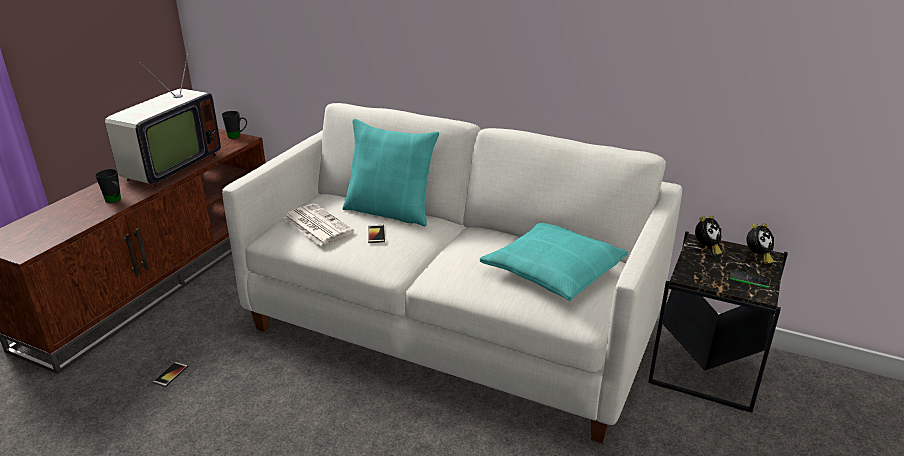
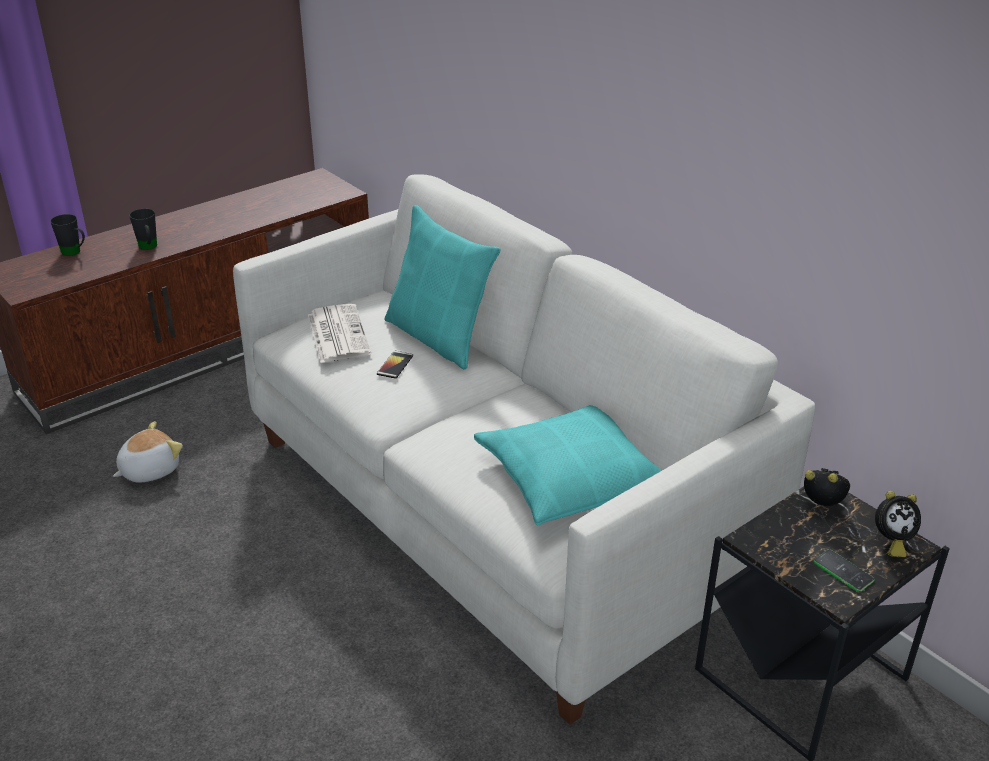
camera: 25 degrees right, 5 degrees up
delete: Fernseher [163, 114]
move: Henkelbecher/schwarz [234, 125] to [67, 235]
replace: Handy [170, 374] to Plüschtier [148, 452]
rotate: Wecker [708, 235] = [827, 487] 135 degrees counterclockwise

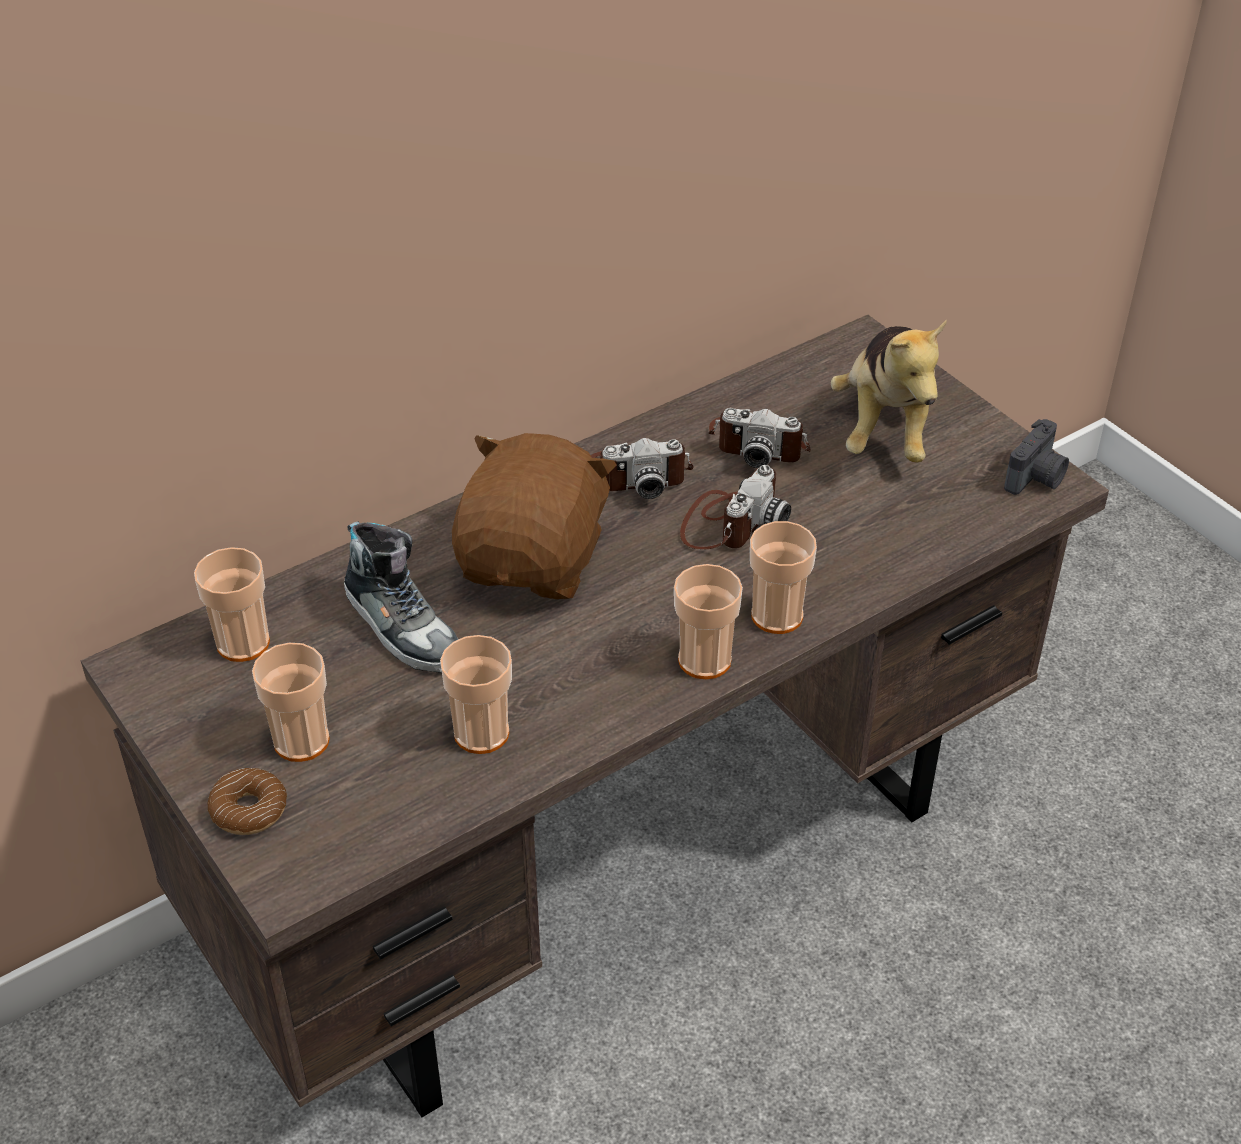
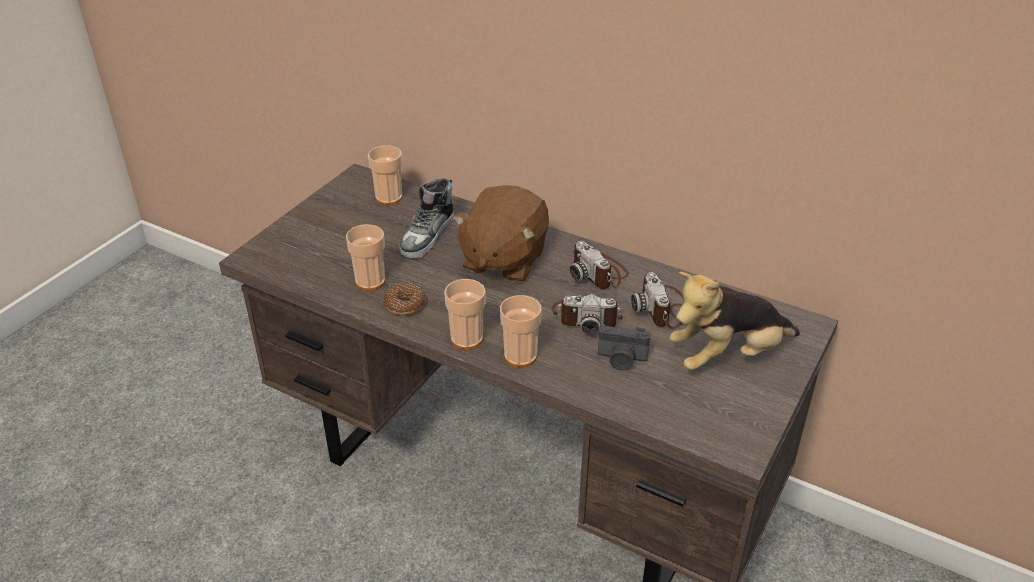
camera: 65 degrees right, 5 degrees down
delete: Tasse [291, 702]
move: Donut [247, 801] to [404, 299]; Kamera [1036, 457] to [624, 347]
rotate: Plüschtier/braun [534, 516] = [500, 234] 120 degrees clockwise

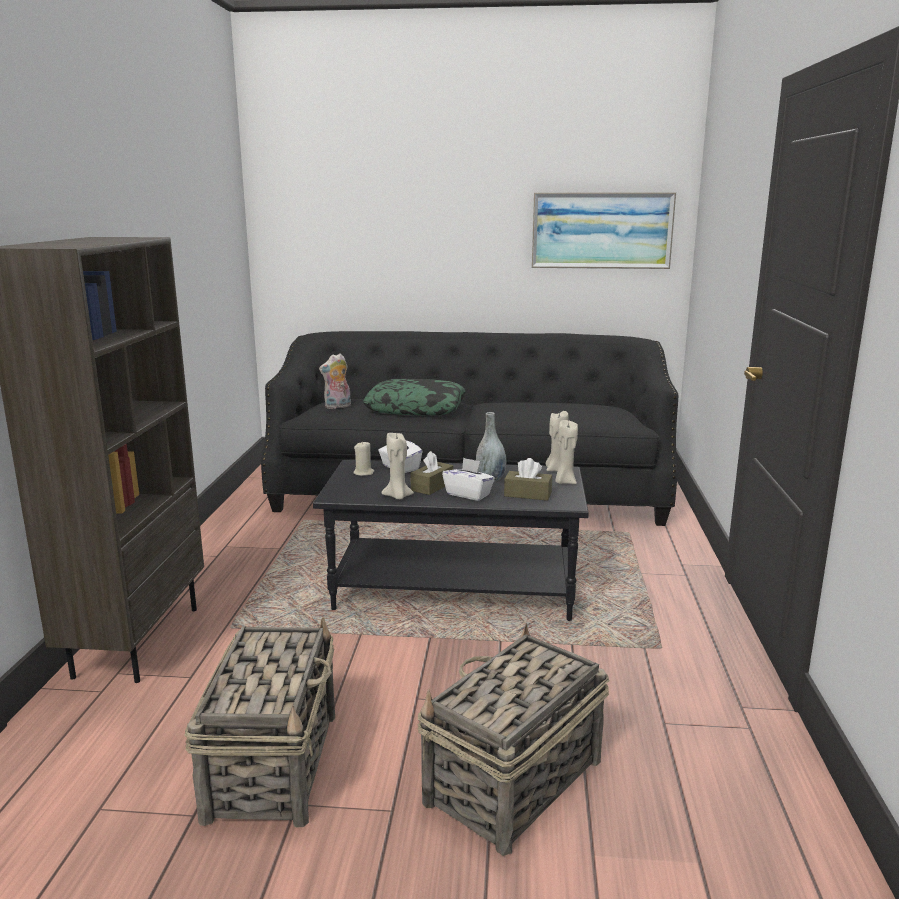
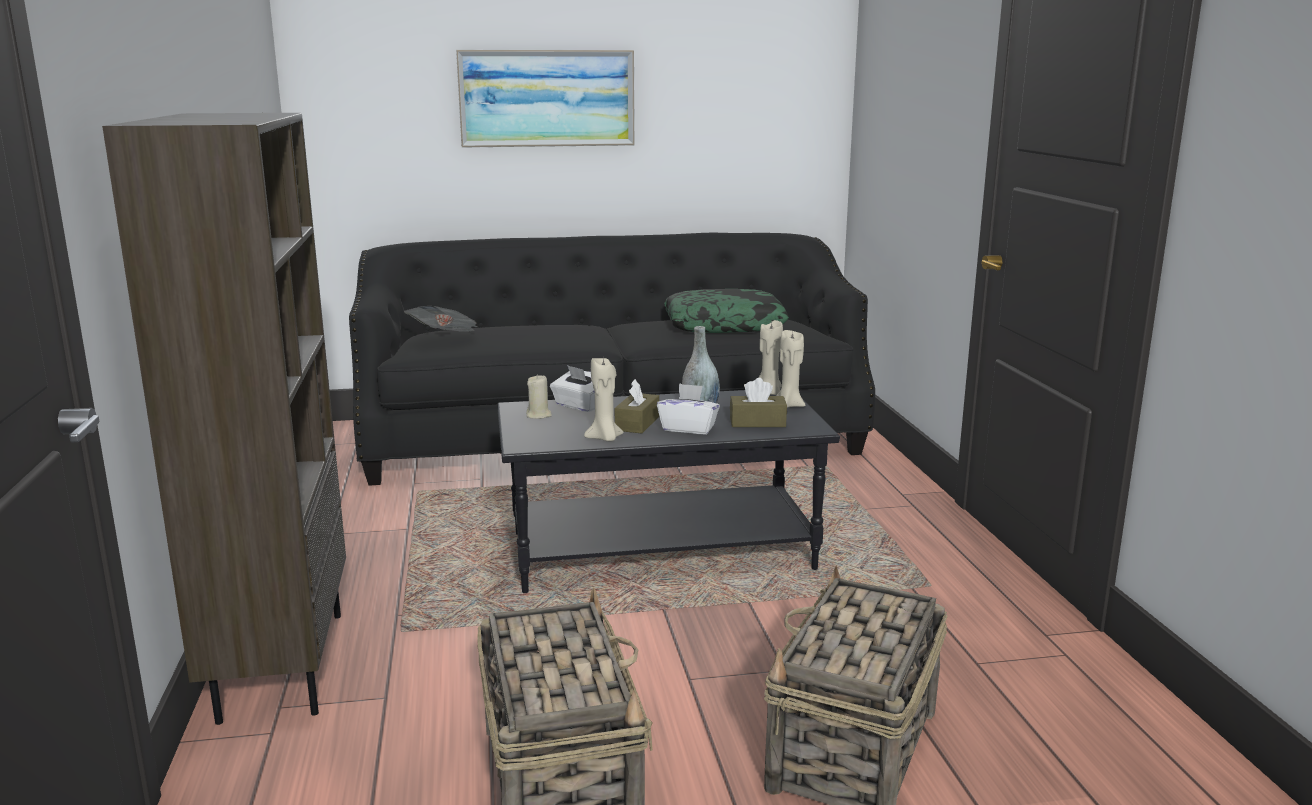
camera: 15 degrees left, 0 degrees up
move: Kissen [414, 397] to [726, 311]; Bild [604, 230] to [545, 98]
replace: Plüschtier [335, 381] to Zeitung [441, 319]

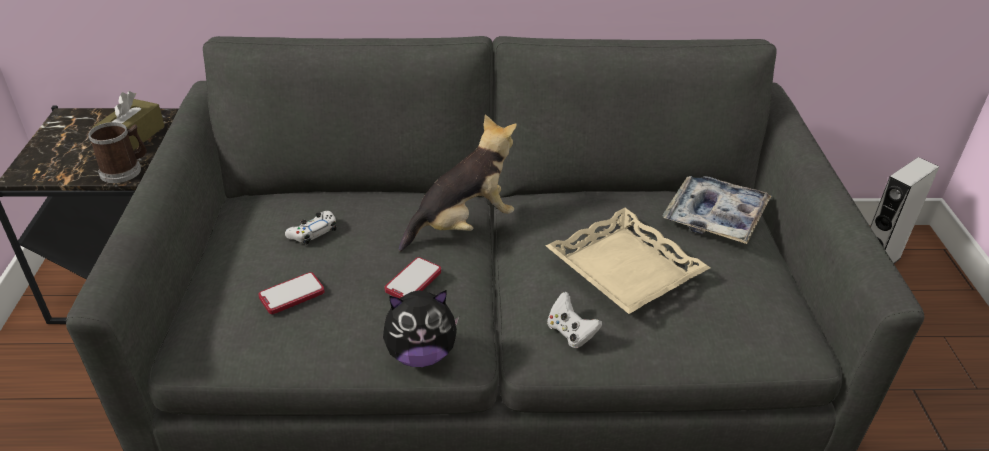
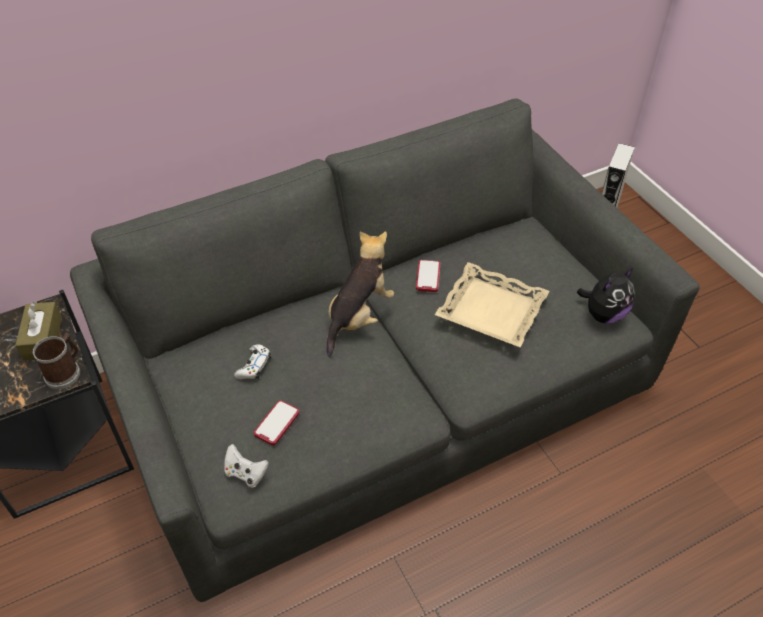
camera: 25 degrees left, 10 degrees up
delete: Tablett [716, 210]
move: Plüschtier [421, 328] to [606, 295]; Handy [413, 277] to [428, 276]; Gamepad/weiß [574, 320] to [246, 465]

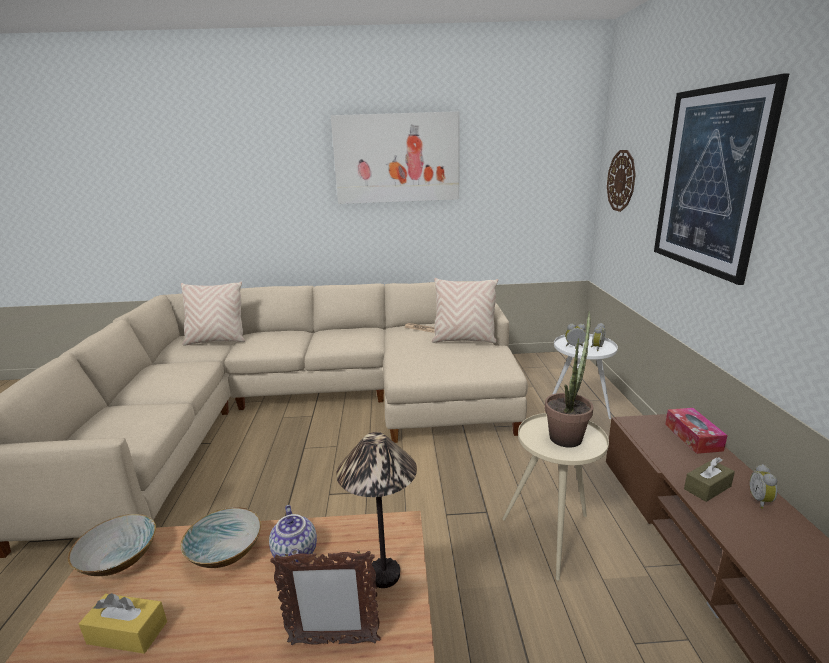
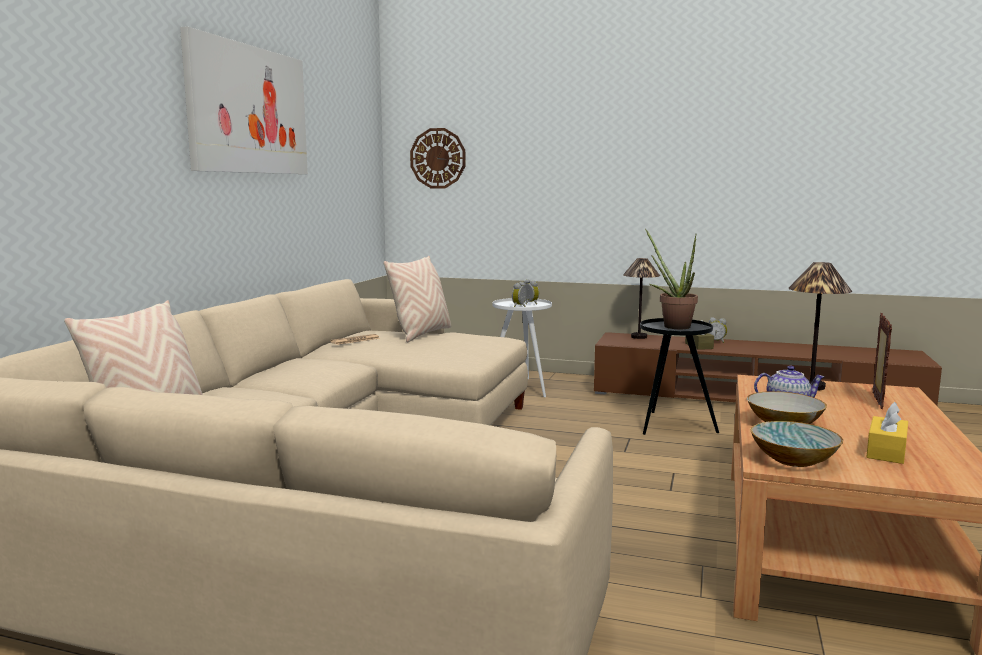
camera: 70 degrees left, 10 degrees down
delete: Bild [722, 179]
replace: Taschentuchbox [696, 431] to Tischlampe [641, 298]
recolor: Beistelltisch/beige [556, 497] to Beistelltisch/schwarz [679, 376]

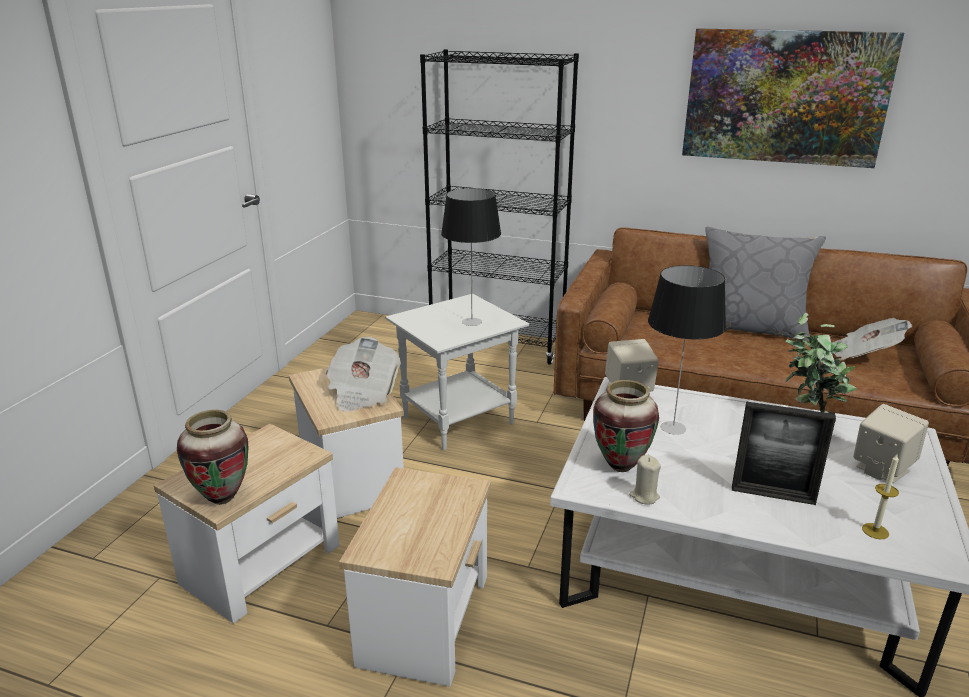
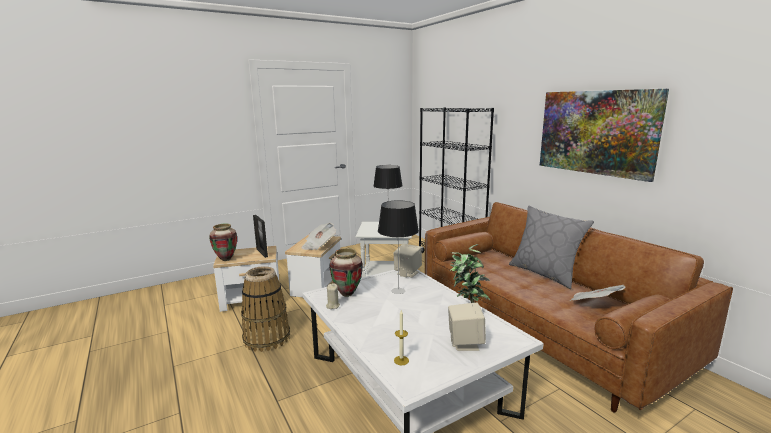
camera: 40 degrees right, 10 degrees down
move: Bilderrahmen [784, 453] to [260, 236]
replace: Beistelltisch [415, 577] to Korb [265, 309]

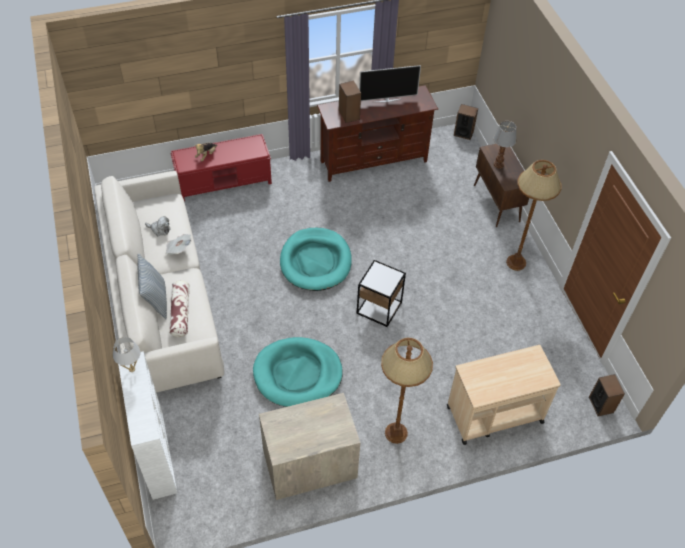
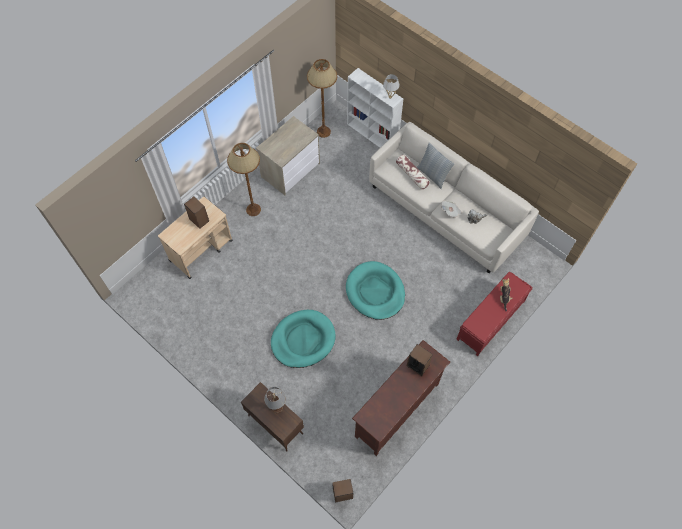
camera: 150 degrees right, 10 degrees up
delete: Beistelltisch [381, 293]; Fernseher [390, 83]
move: Hundebett/türkis [298, 372] to [303, 339]; Stehlampe/braun [534, 215] to [322, 98]; Lautsprecher [607, 395] to [196, 213]

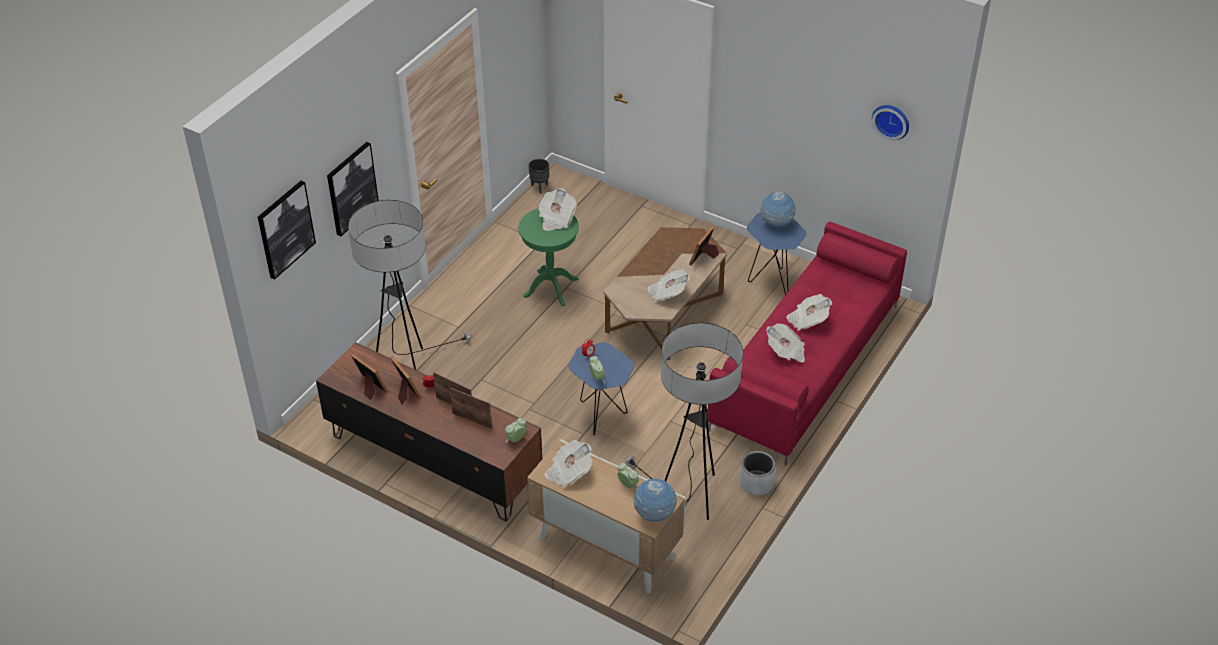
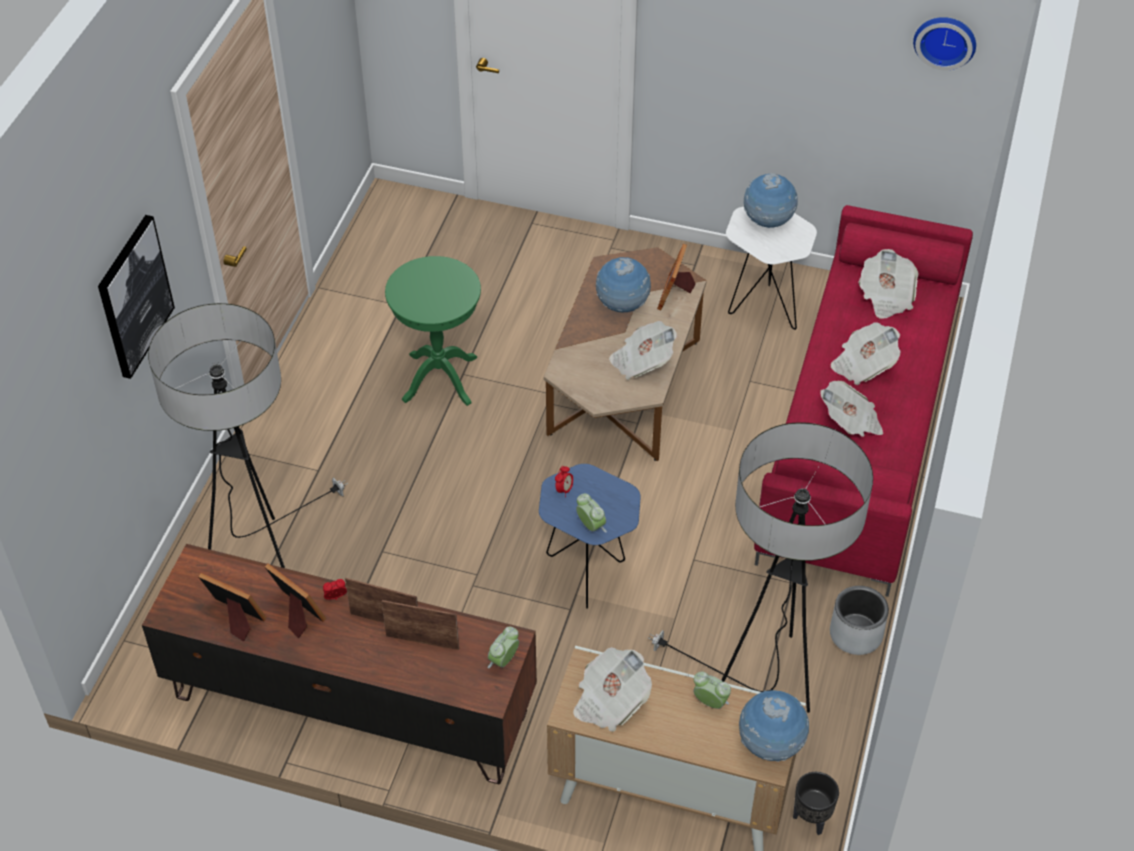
camera: 15 degrees left, 5 degrees up
delete: Bild [287, 230]
insert: Globus [623, 284]
move: Pflanzkübel/schwarz [538, 176] to [816, 803]; Zeitung [557, 209] to [889, 284]
recolor: Beistelltisch/blau [777, 254] to Beistelltisch/weiß [771, 268]

